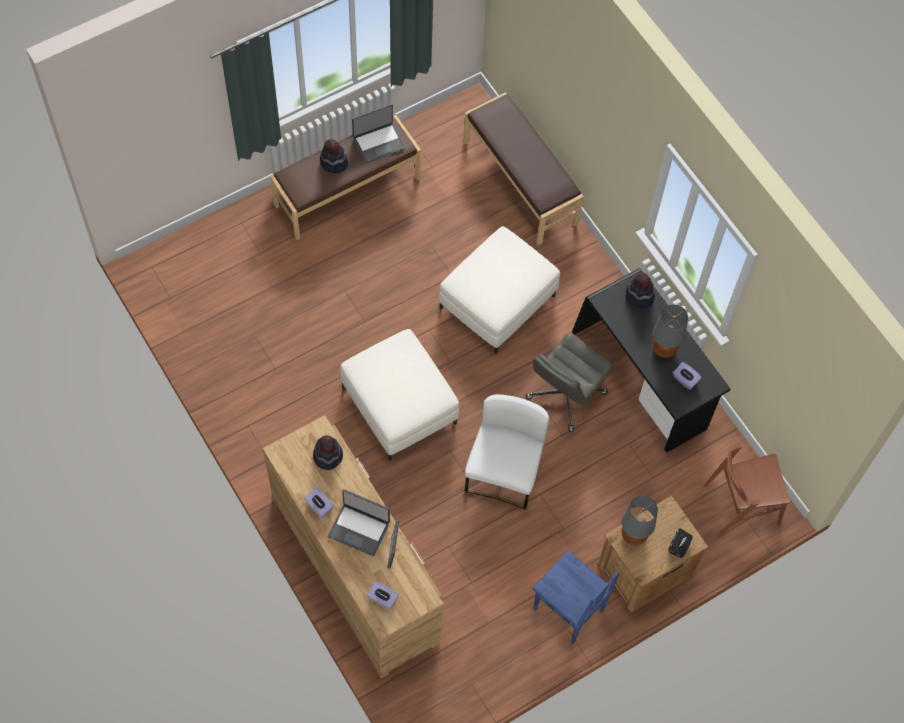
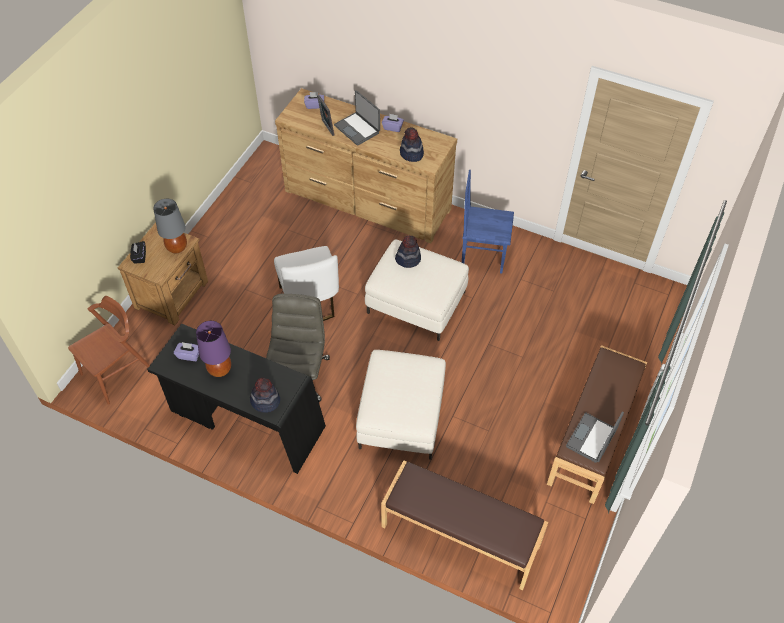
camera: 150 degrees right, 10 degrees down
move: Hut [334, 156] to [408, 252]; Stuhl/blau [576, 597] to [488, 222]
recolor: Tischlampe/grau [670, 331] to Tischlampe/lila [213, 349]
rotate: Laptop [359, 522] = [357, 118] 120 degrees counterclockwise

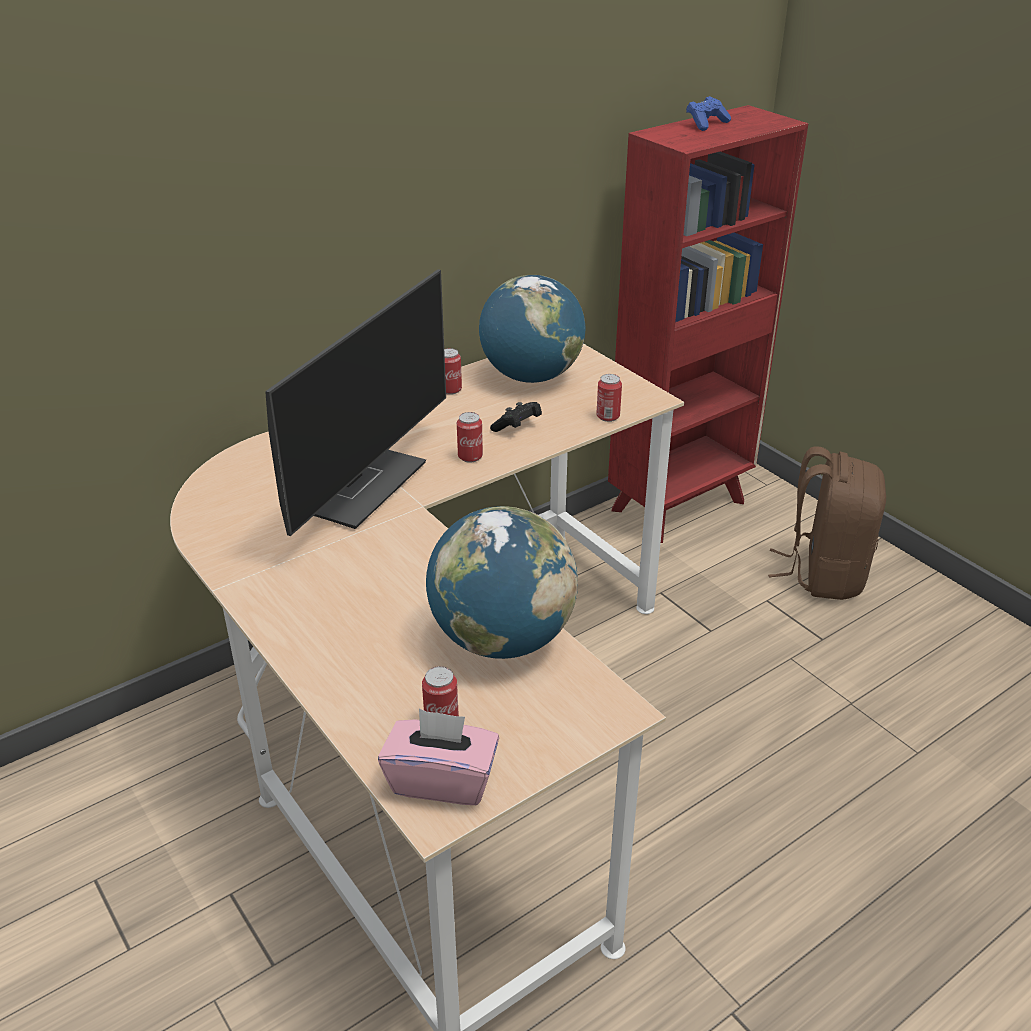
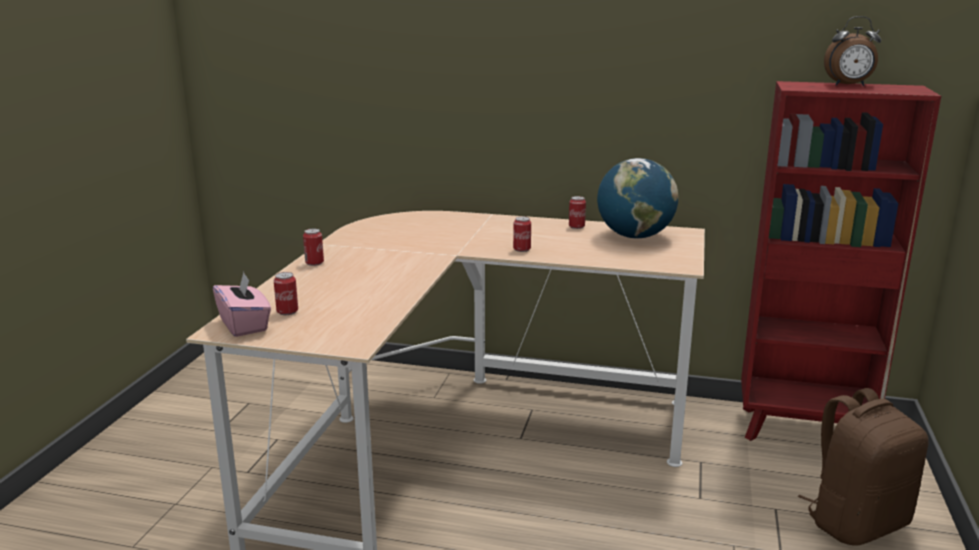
camera: 50 degrees right, 15 degrees down
delete: Monitor [355, 402]; Globus [502, 582]; Gamepad/schwarz [516, 417]
move: Dose [609, 398] to [313, 247]
replace: Gamepad/blau [708, 113] to Wecker [852, 51]

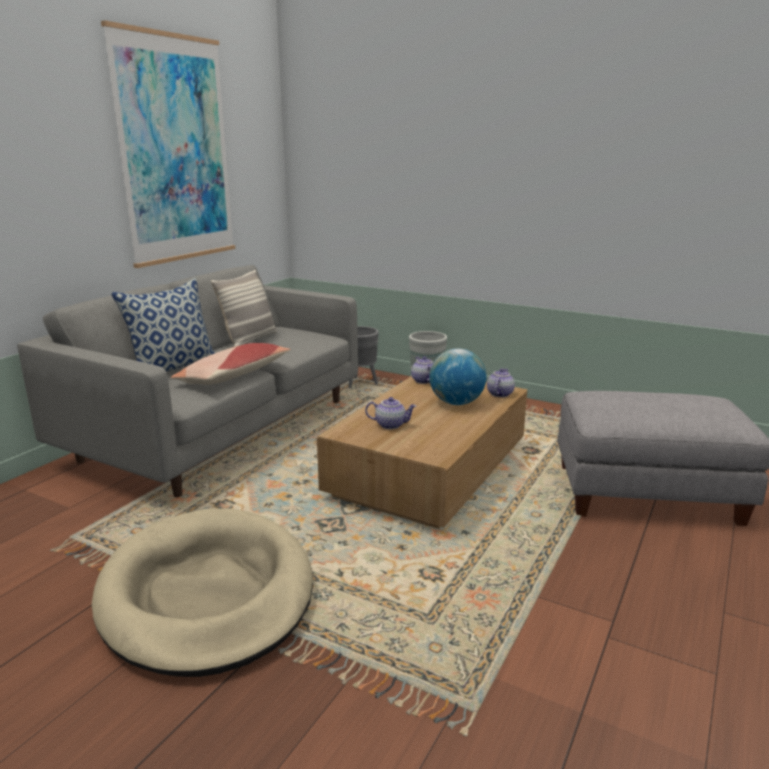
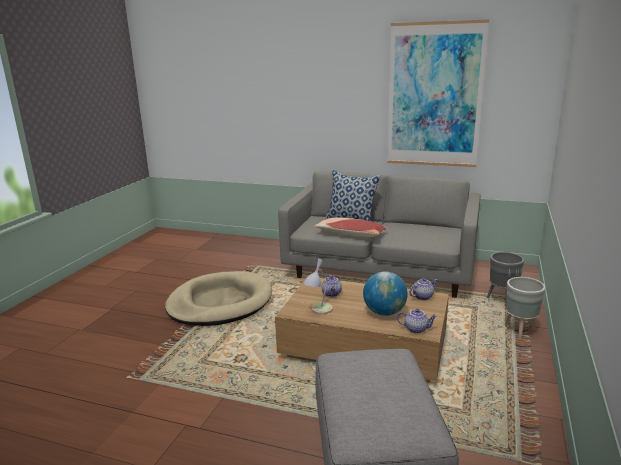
camera: 80 degrees right, 0 degrees up
delete: Kissen [244, 308]
insert: Tischlampe [318, 286]

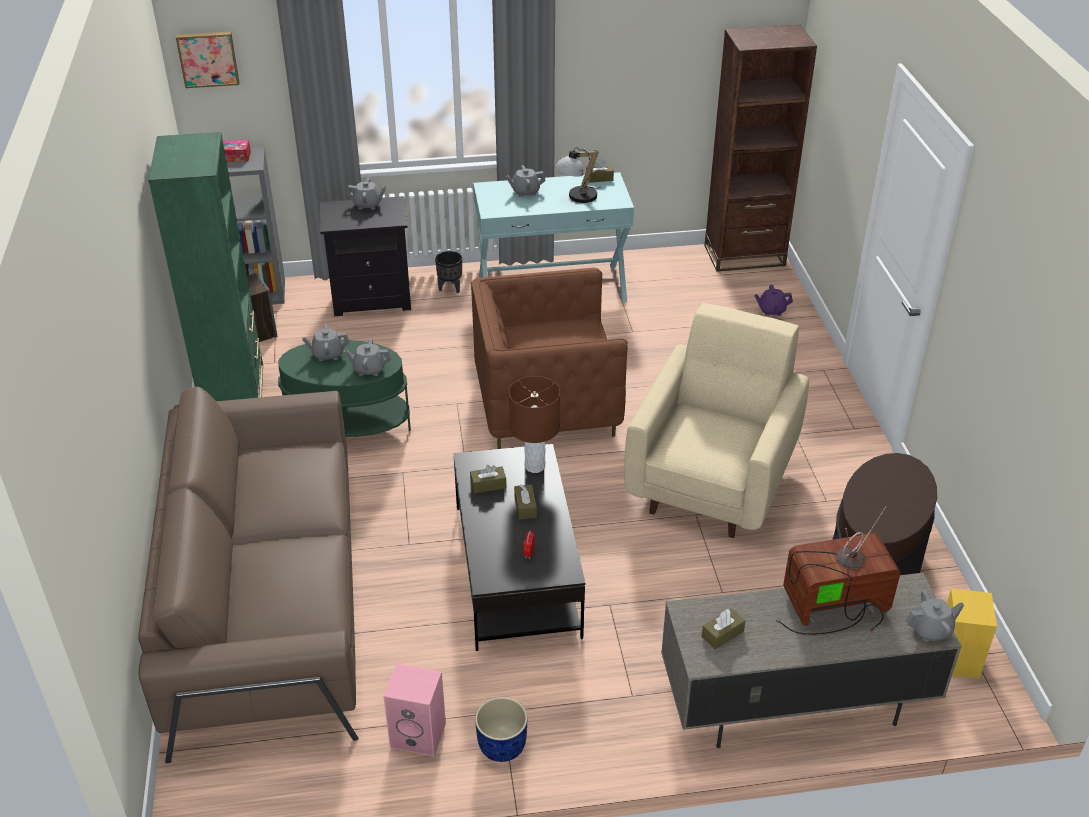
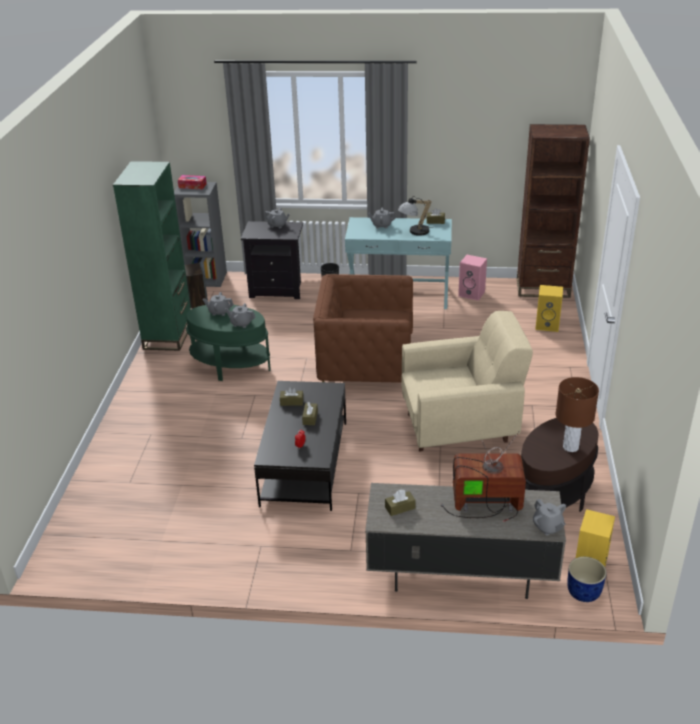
camera: 15 degrees right, 5 degrees down
delete: Sofa/braun [248, 574]; Bild [207, 60]
move: Lautsprecher/rosa [414, 709] to [472, 278]; Pflanzkübel/blau [501, 729] to [586, 579]; Tischlampe/braun [534, 424] to [577, 414]
replace: Teekanne/lila [774, 300] to Lautsprecher/gelb [549, 308]
rotate: Sessel/beige [716, 420] = [467, 381] 45 degrees clockwise; Teekanne/grau [934, 616] = [549, 517] 60 degrees clockwise

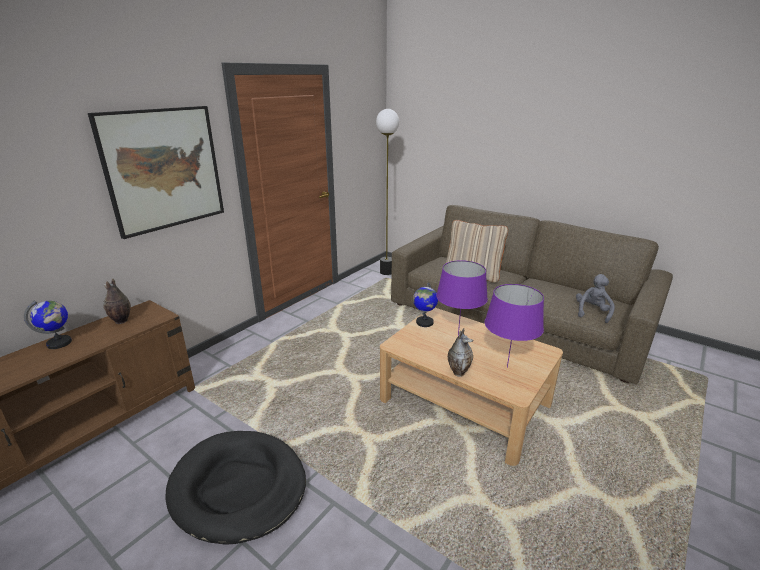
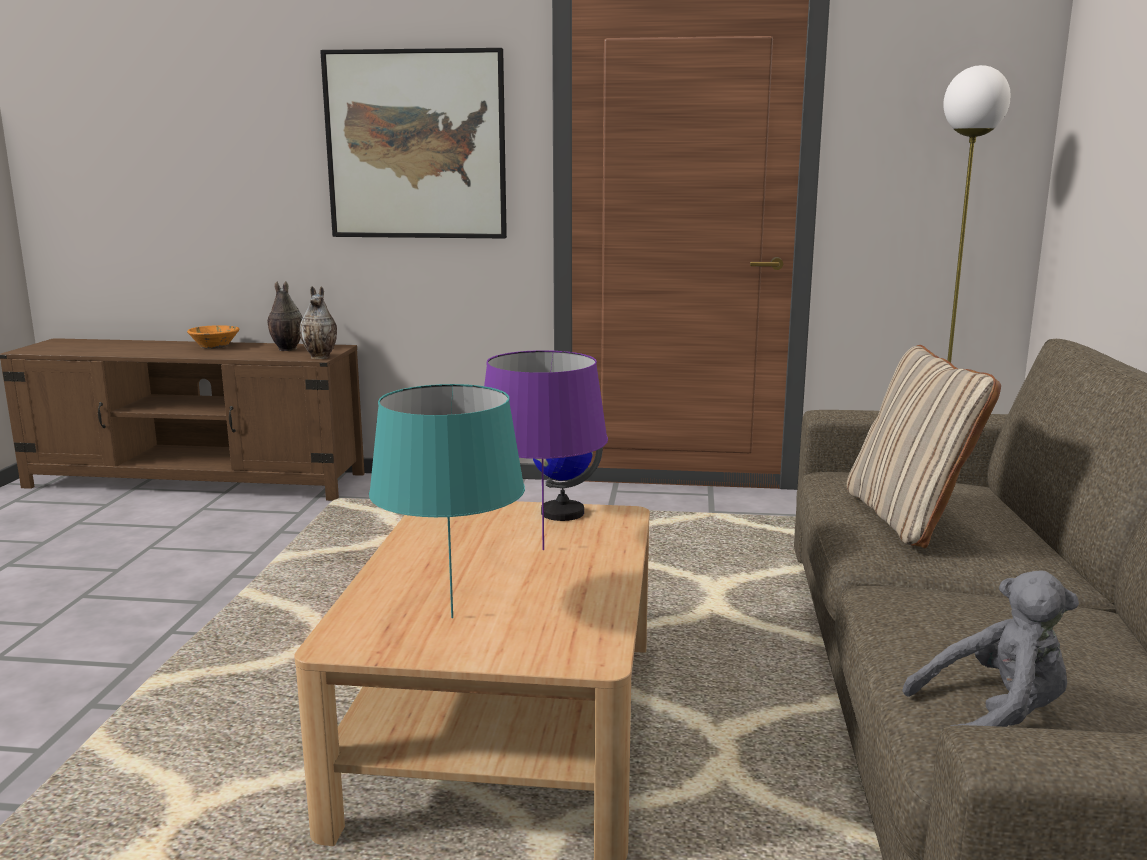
camera: 60 degrees right, 10 degrees down
delete: Hundebett/schwarz [235, 488]
move: Vase [461, 352] to [318, 322]
replace: Globus [48, 325] to Schüssel/orange [213, 337]
recolor: Tischlampe/lila [514, 326] to Tischlampe/türkis [447, 501]

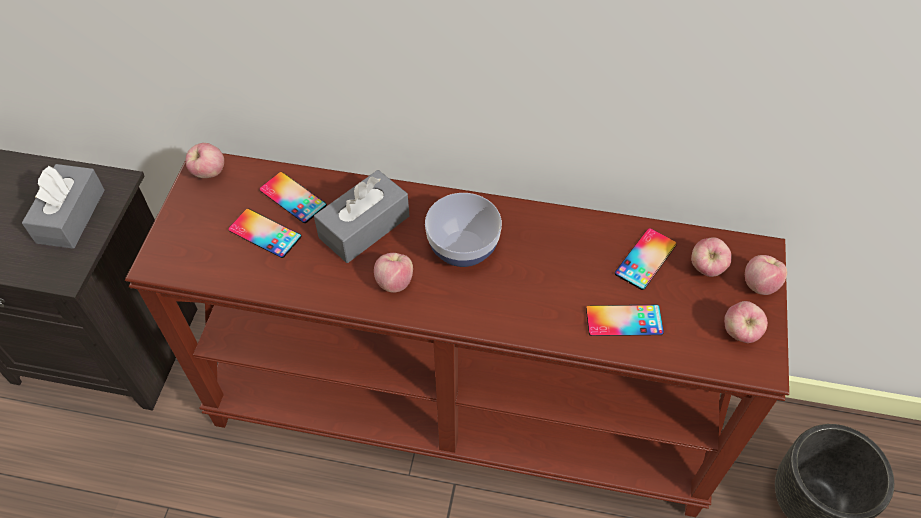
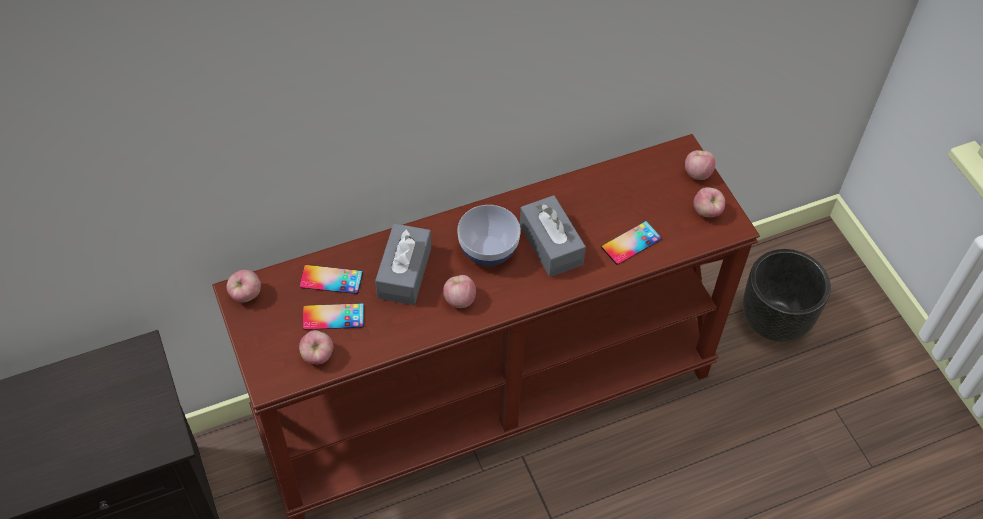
camera: 35 degrees left, 0 degrees up
delete: Handy [646, 259]
move: Taschentuchbox/grau [63, 206] to [553, 236]; Apfel [711, 257] to [316, 347]

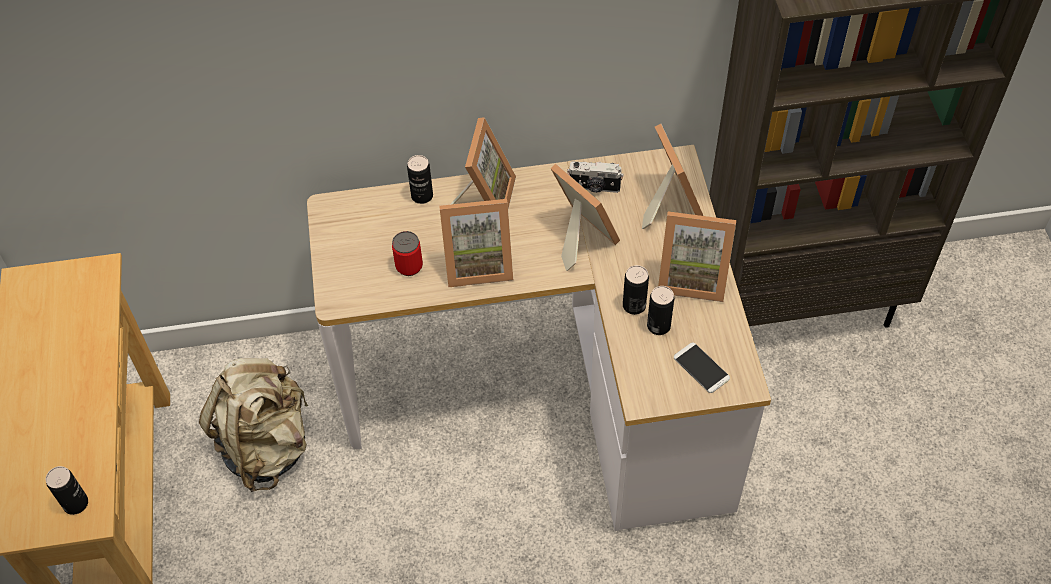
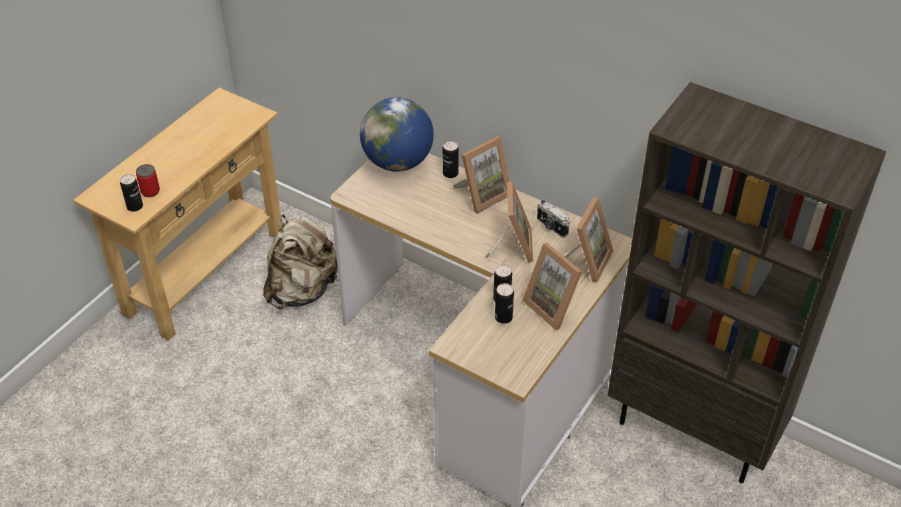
camera: 40 degrees right, 10 degrees down
delete: Bilderrahmen [476, 243]; Handy [702, 367]
insert: Globus [397, 134]
move: Dose [407, 253] to [148, 180]

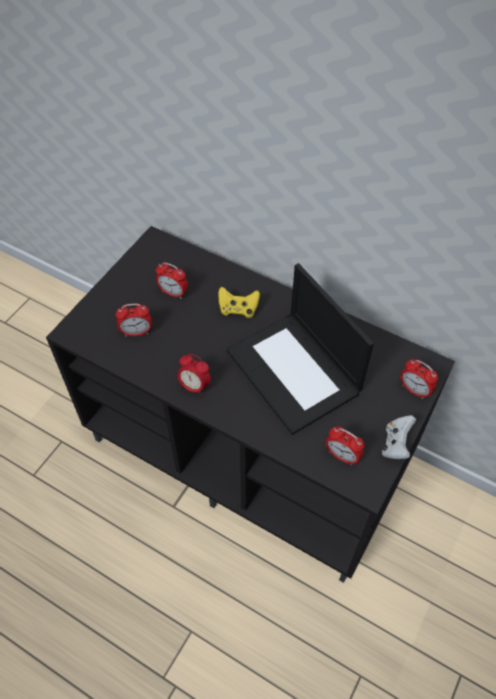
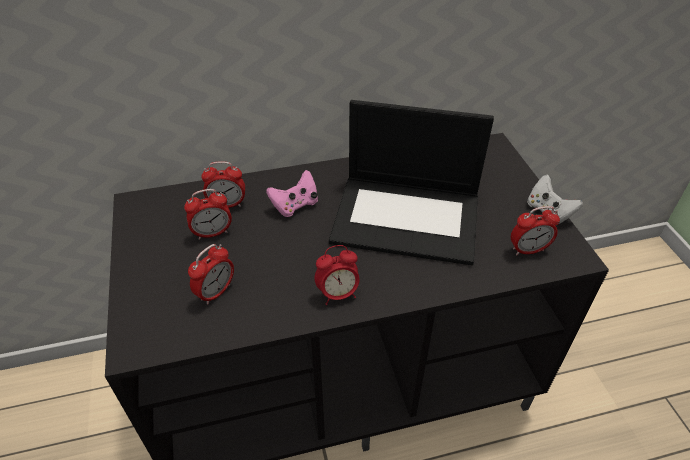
camera: 45 degrees left, 10 degrees down
move: Wecker [419, 379] to [223, 184]
recolor: Gamepad/gelb [239, 302] to Gamepad/rosa [292, 193]

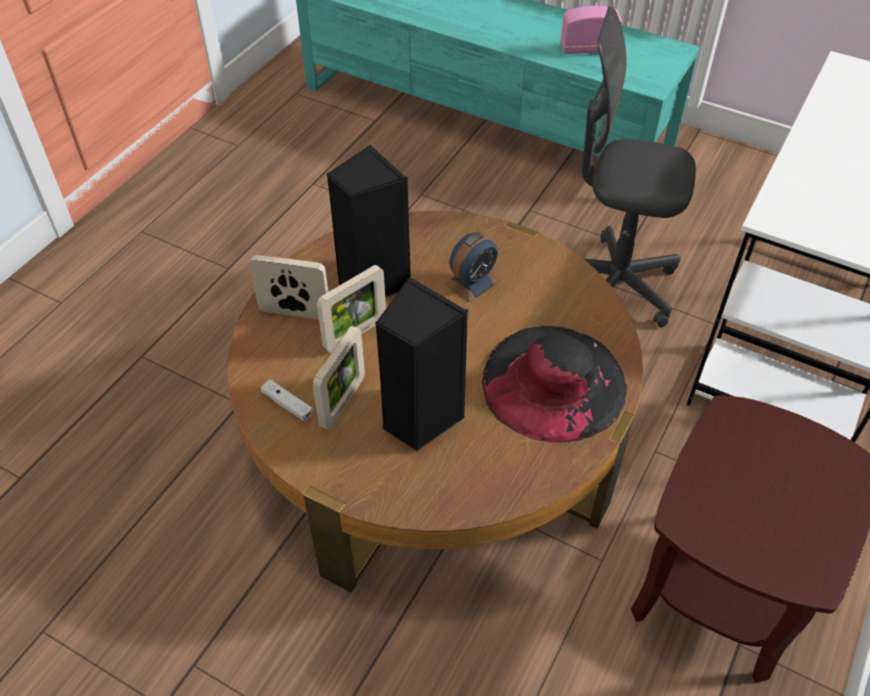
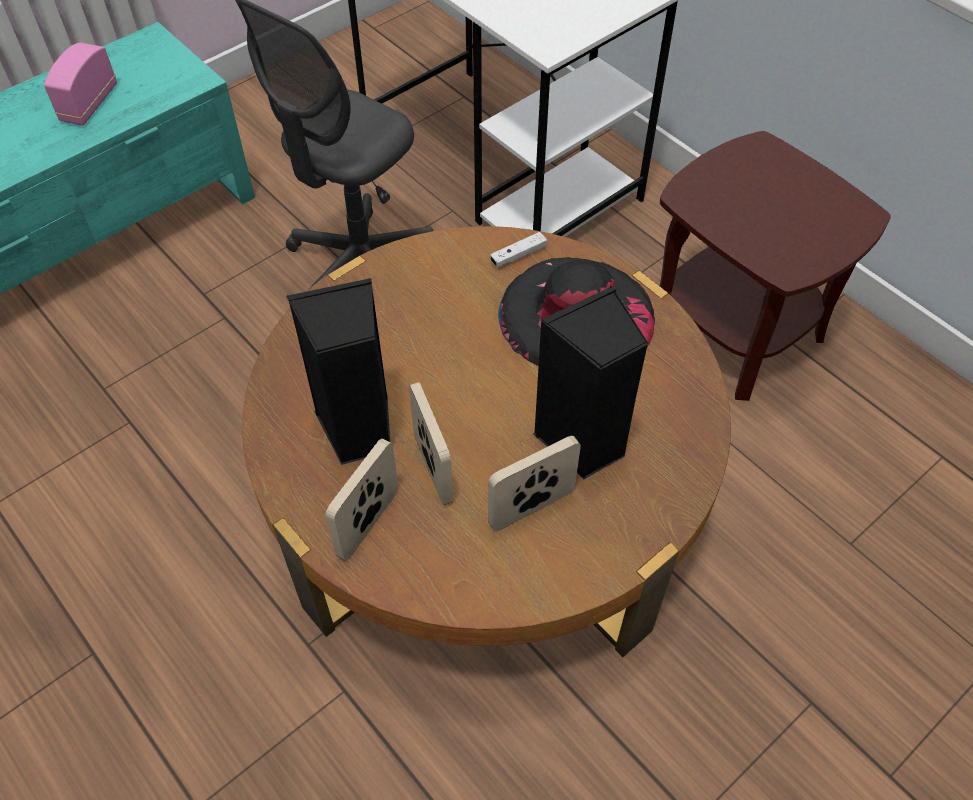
camera: 70 degrees left, 5 degrees up
delete: Wecker [472, 267]
move: Gamepad/weiß [287, 400] to [518, 249]
rotate: Bilderrahmen [339, 378] = [534, 483] 75 degrees counterclockwise

